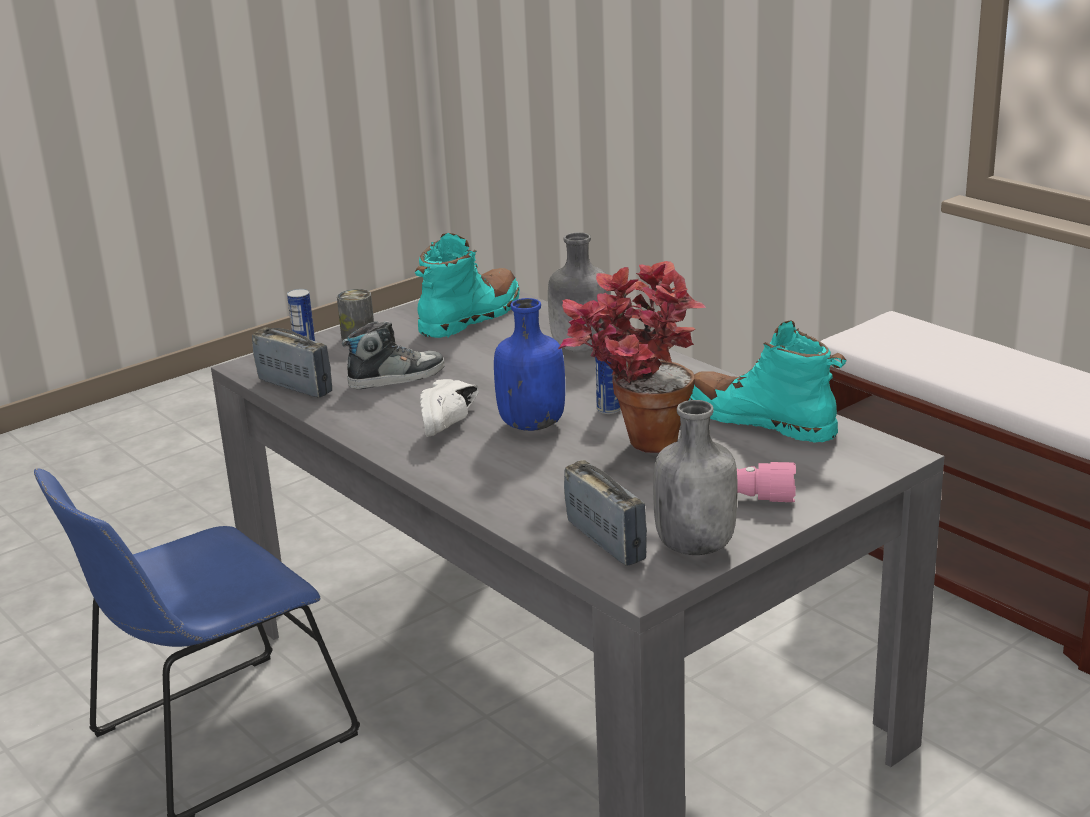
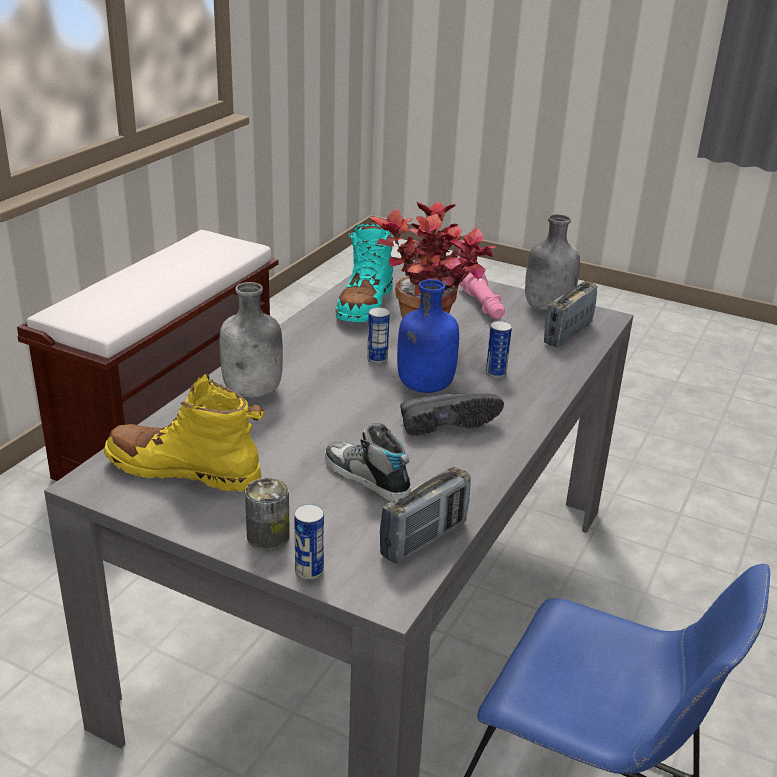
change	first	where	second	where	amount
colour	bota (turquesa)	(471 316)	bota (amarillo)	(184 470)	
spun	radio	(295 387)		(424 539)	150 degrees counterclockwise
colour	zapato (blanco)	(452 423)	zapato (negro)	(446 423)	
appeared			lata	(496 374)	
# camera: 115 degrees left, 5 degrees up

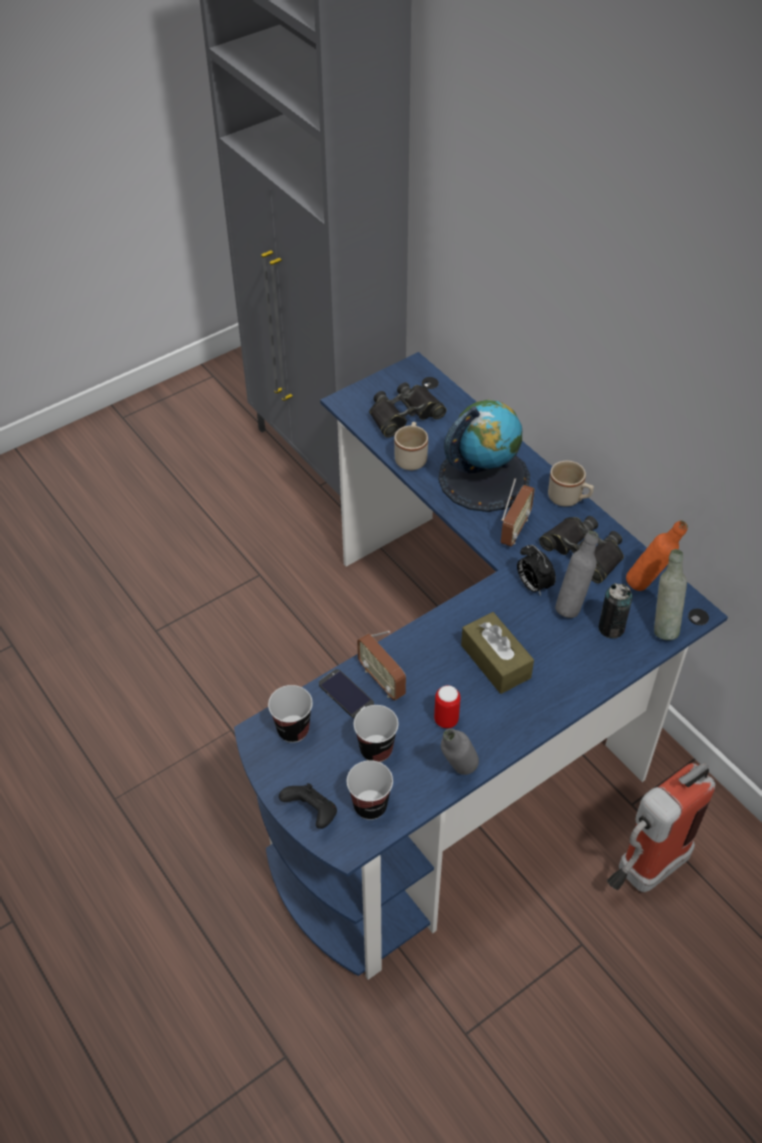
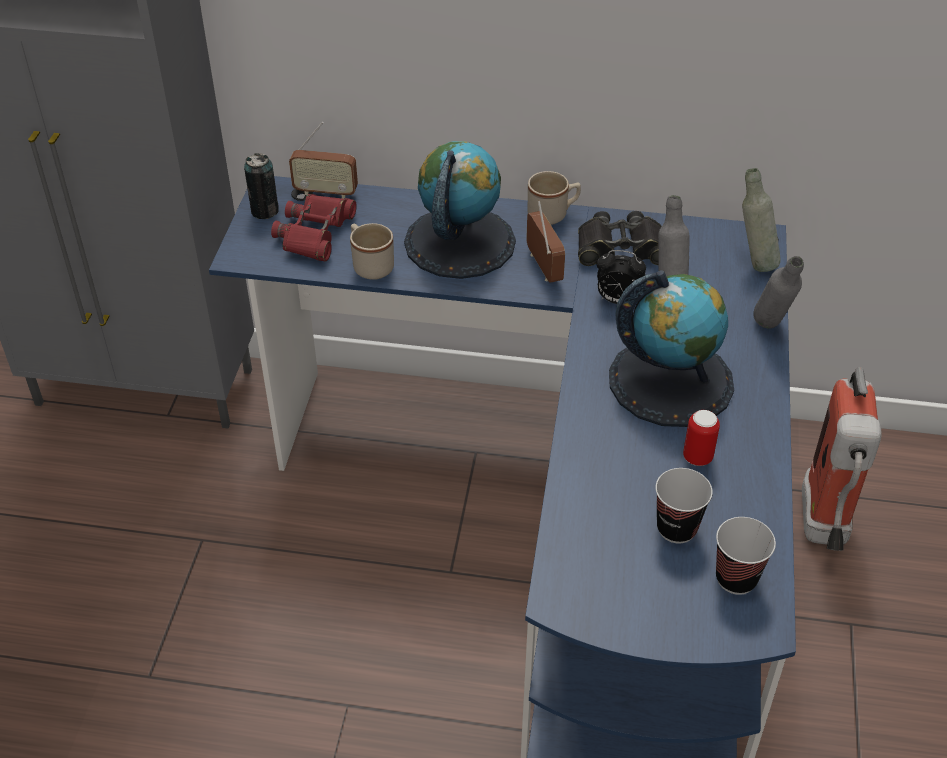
change	first	where	second	where	amount
relocated	lata	(611 628)		(265 211)	
colour	prismáticos (negro)	(404 414)	prismáticos (rojo)	(315 233)	
relocated	radio	(382 680)		(325 192)	
exchanged	caja de pañuelos (marrón)	(495 661)	globo terráqueo	(671 381)	
relocated	botella (gris)	(457 774)		(770 331)	
missing	taza	(293 730)			
missing	mando de consola (negro)	(312 813)			
missing	móvil	(346 694)			
missing	botella (naranja)	(647 584)			
# camera: 45 degrees left, 5 degrees down

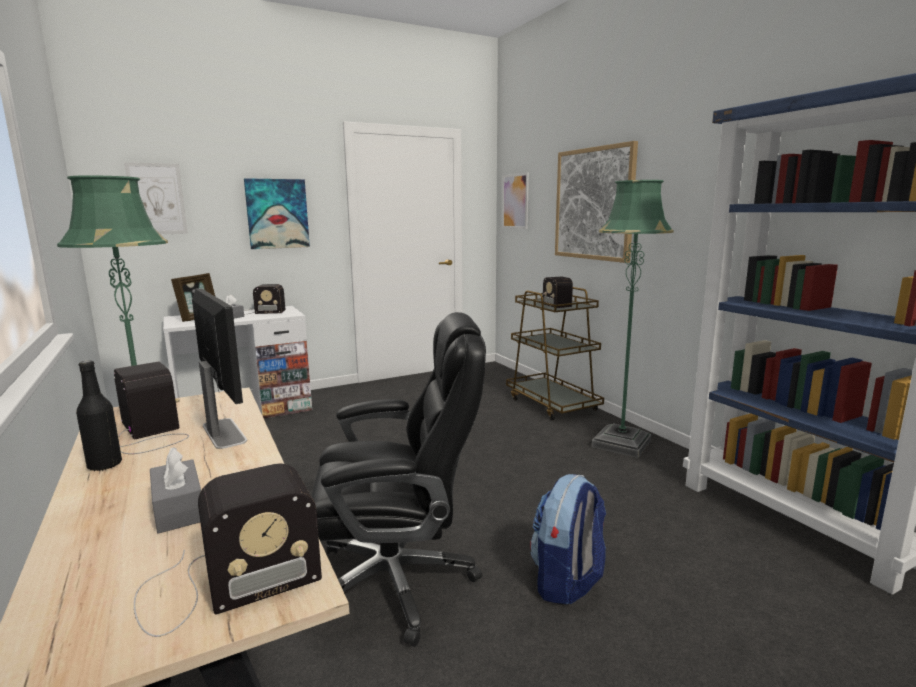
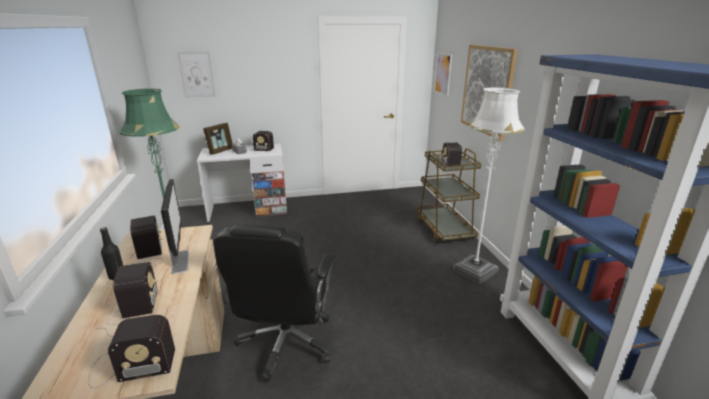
change	first	where	second	where	amount
exchanged	caja de pañuelos (gris)	(178 509)	radio	(134 313)	
spun	silla de oficina (negro)	(397 581)		(286 344)	90 degrees clockwise
colour	lámpara de pie (verde)	(621 444)	lámpara de pie (blanco)	(475 270)	
missing	cuadro	(277 214)			
missing	mochila	(567 581)			
# camera: 15 degrees right, 10 degrees up

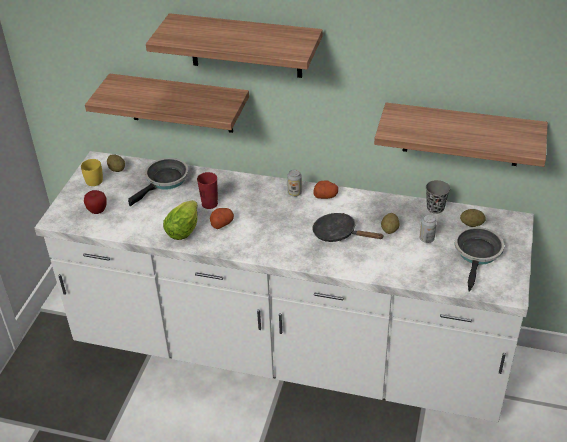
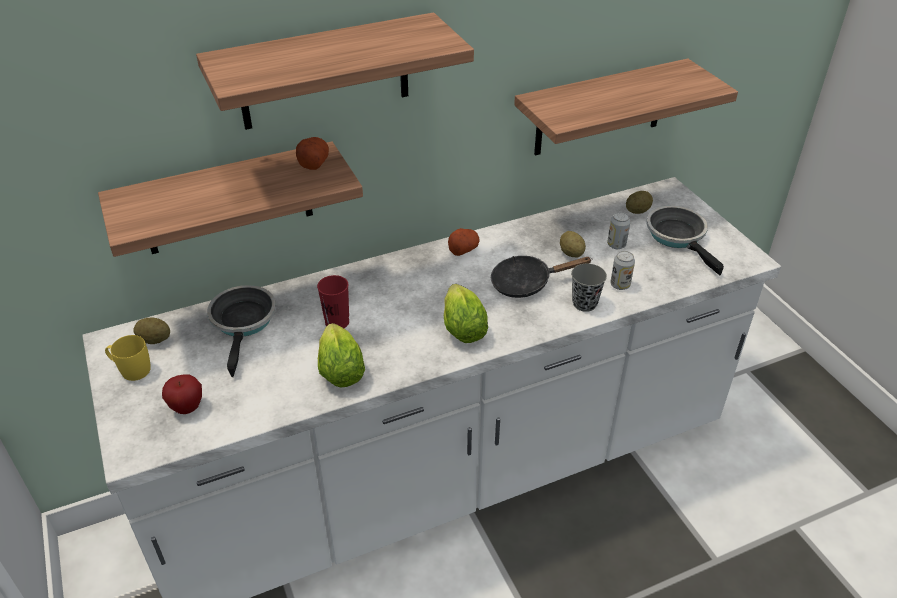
change	first	where	second	where	amount
relocated	patata	(222 223)		(313 163)	
appeared			lechuga	(462 326)	
relocated	taza (gris)	(435 208)		(584 303)	
relocated	lata	(294 193)		(620 285)	
# camera: 40 degrees left, 0 degrees up

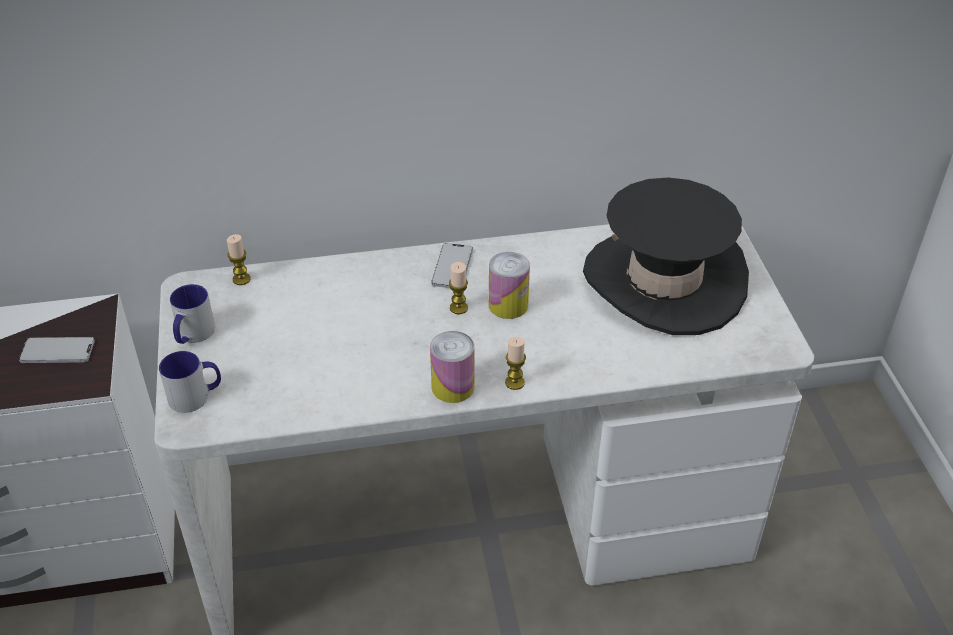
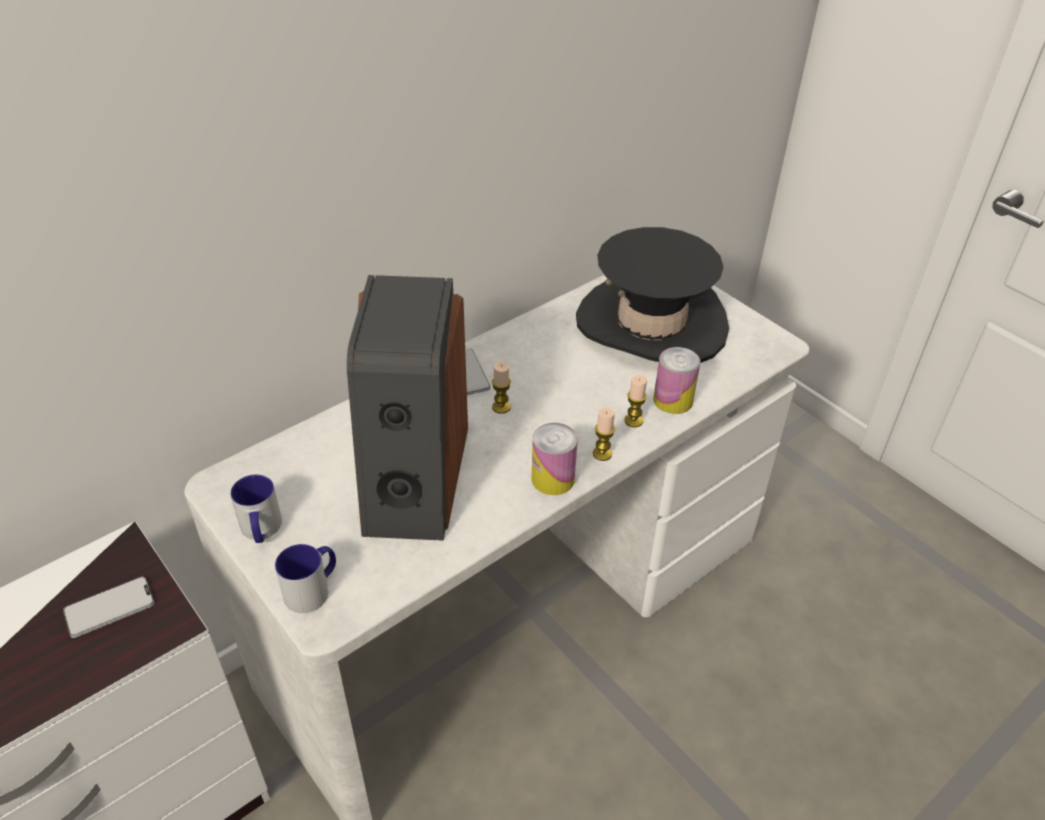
change	first	where	second	where	amount
appeared			altavoz	(414 477)	
relocated	vela	(241 279)		(633 421)	
relocated	lata	(508 305)		(673 400)	
# camera: 30 degrees left, 0 degrees up

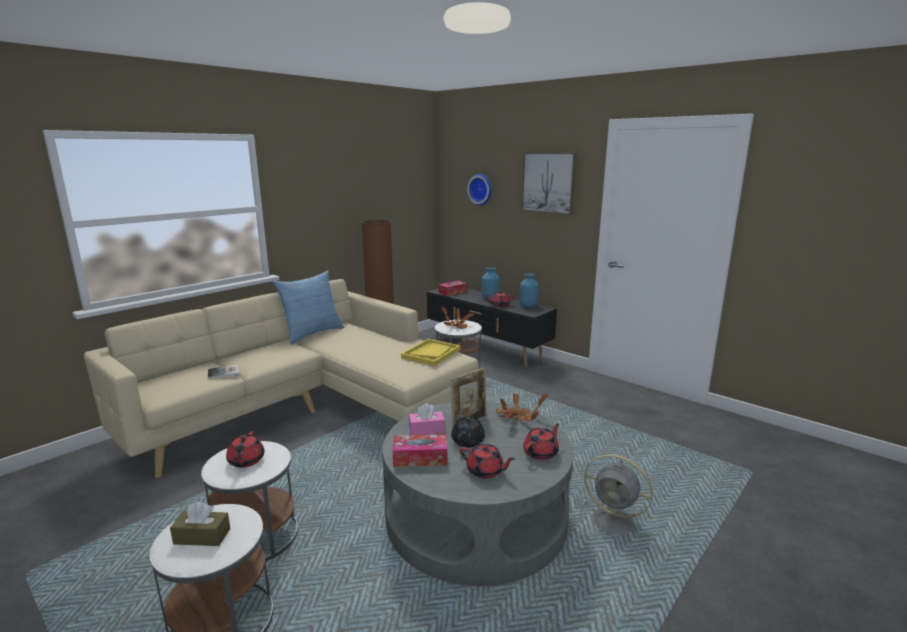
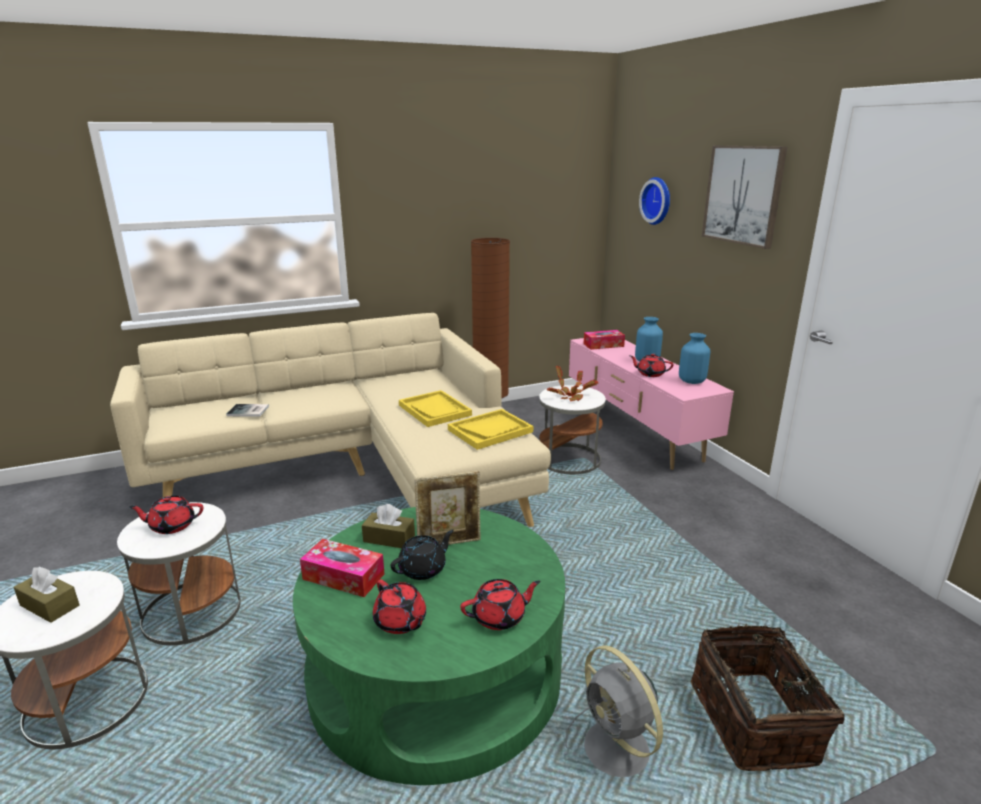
change	first	where	second	where	amount
spun	tetera (rojo)	(246 461)		(172 526)	60 degrees clockwise
colour	mesa de centro (gris)	(476 516)	mesa de centro (verde)	(435 670)	
colour	caja de pañuelos (rosa)	(426 430)	caja de pañuelos (marrón)	(389 538)	
appeared			bandeja (amarillo)	(435 410)	
colour	mueble de televisión (negro)	(487 349)	mueble de televisión (rosa)	(636 432)	
appeared			cesta	(756 721)	
missing	cojín	(312 333)			
missing	planta en maceta	(516 417)			
# camera: 25 degrees right, 5 degrees up

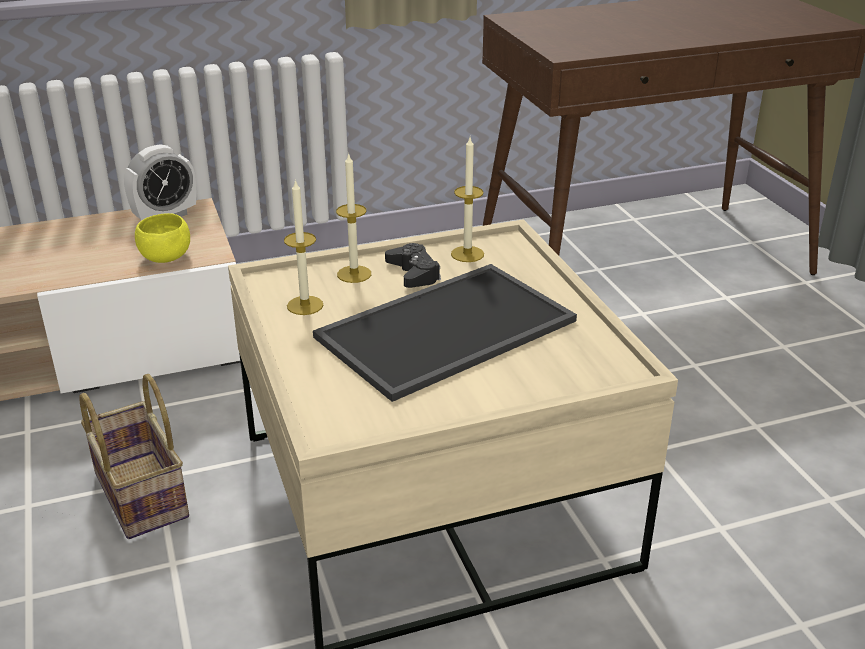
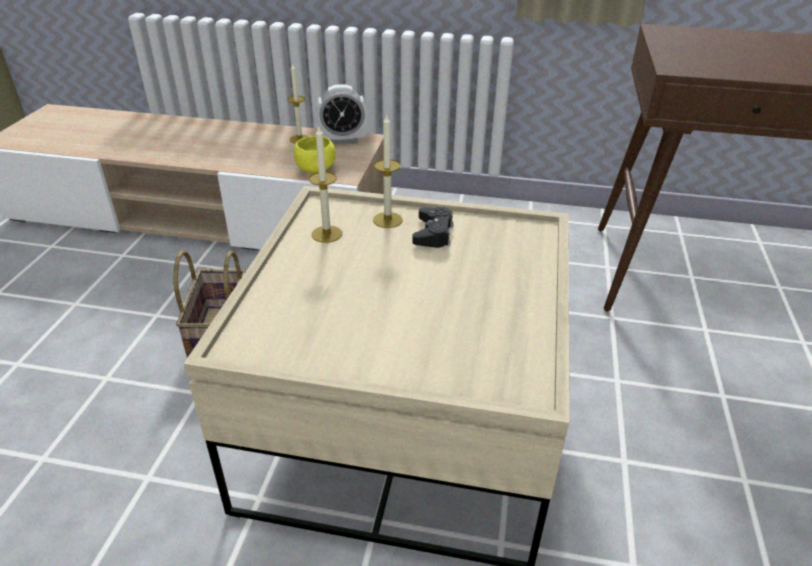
change	first	where	second	where	amount
relocated	vela	(467 254)		(299 139)	
missing	bandeja	(446 327)			
# camera: 30 degrees right, 5 degrees up

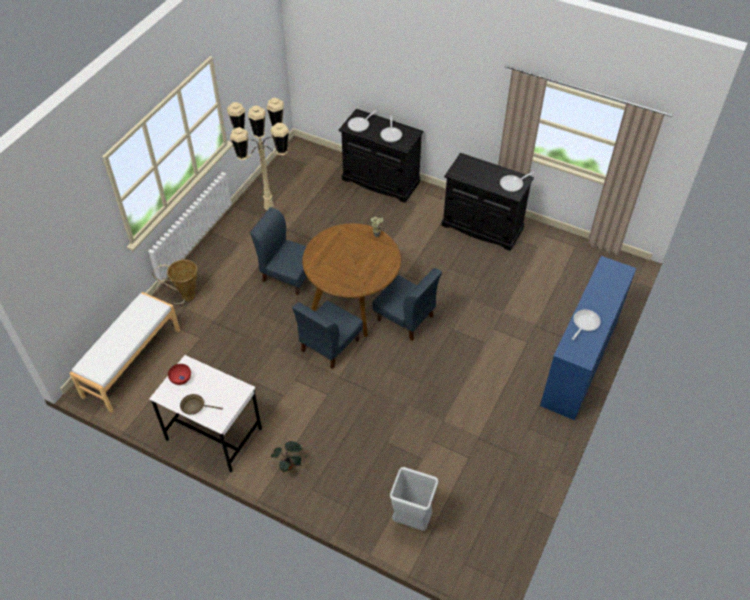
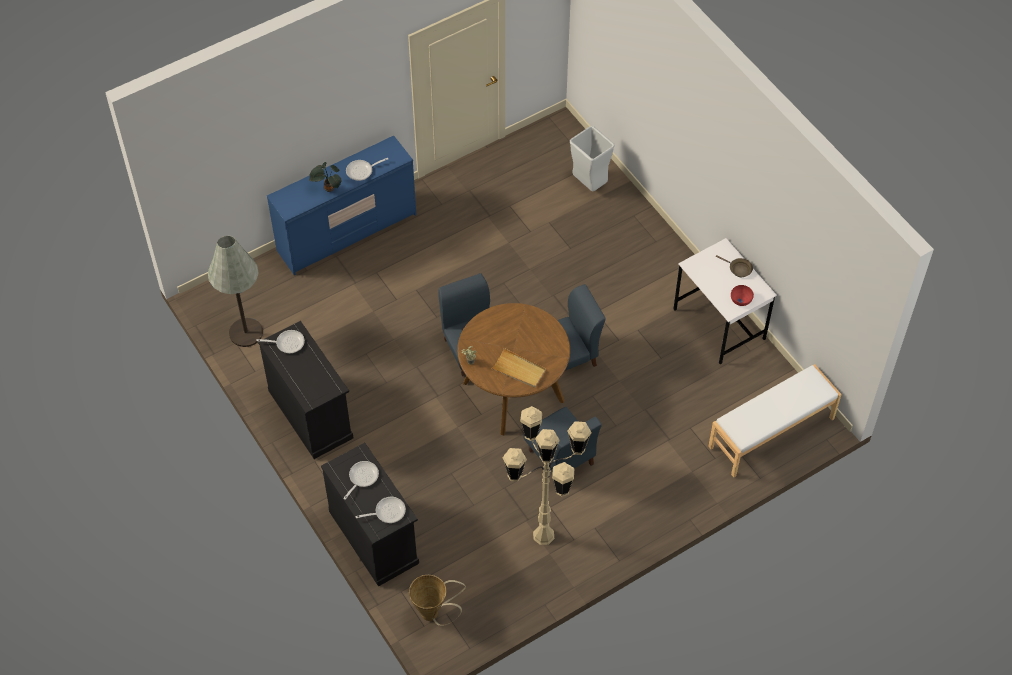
change	first	where	second	where	amount
appeared			lámpara de pie (gris)	(246 333)	
relocated	planta en maceta	(289 466)		(328 189)	
relocated	cesta	(185 297)		(434 614)	
appeared			bandeja (beis)	(519 370)	
# camera: 150 degrees left, 5 degrees up

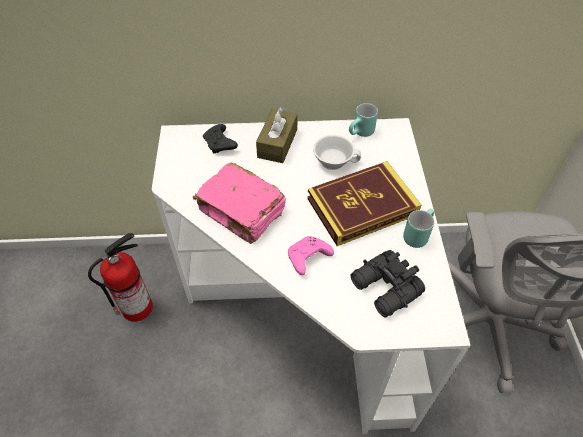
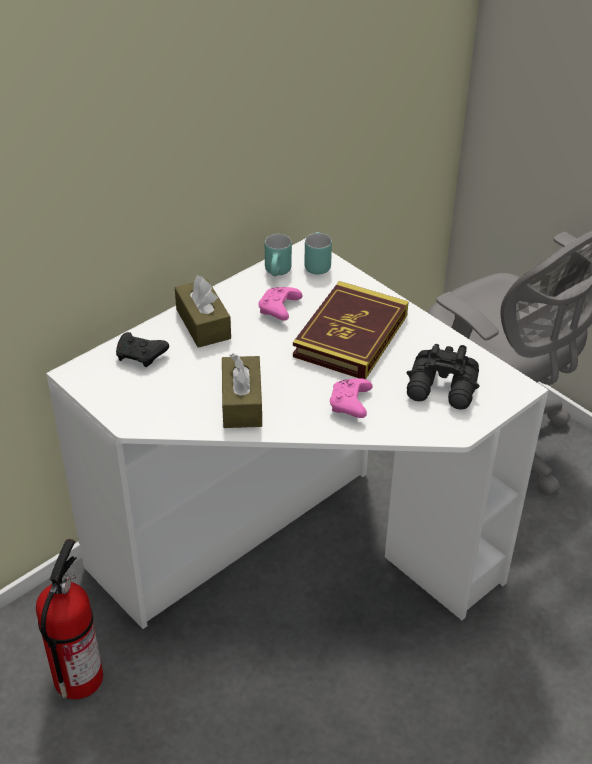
change	first	where	second	where	amount
exchanged	libro (rosa)	(242 212)	caja de pañuelos (marrón)	(242 403)	
exchanged	taza (blanco)	(334 160)	mando de consola (rosa)	(279 310)	
relocated	taza grande (turquesa)	(416 234)		(315 264)	
# camera: 40 degrees left, 10 degrees down

